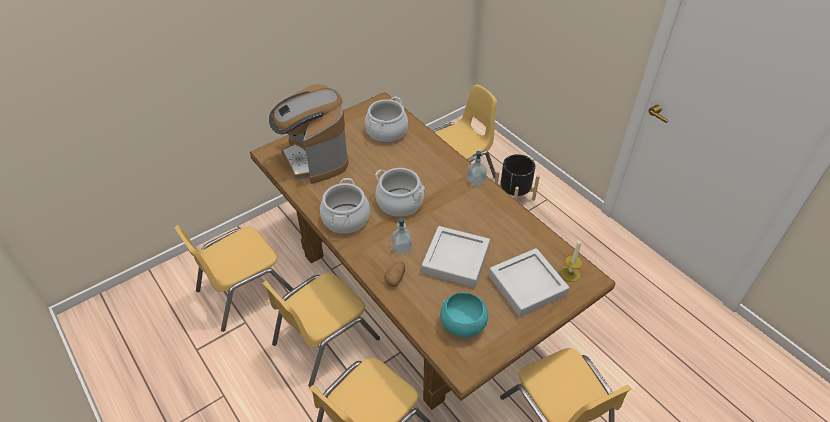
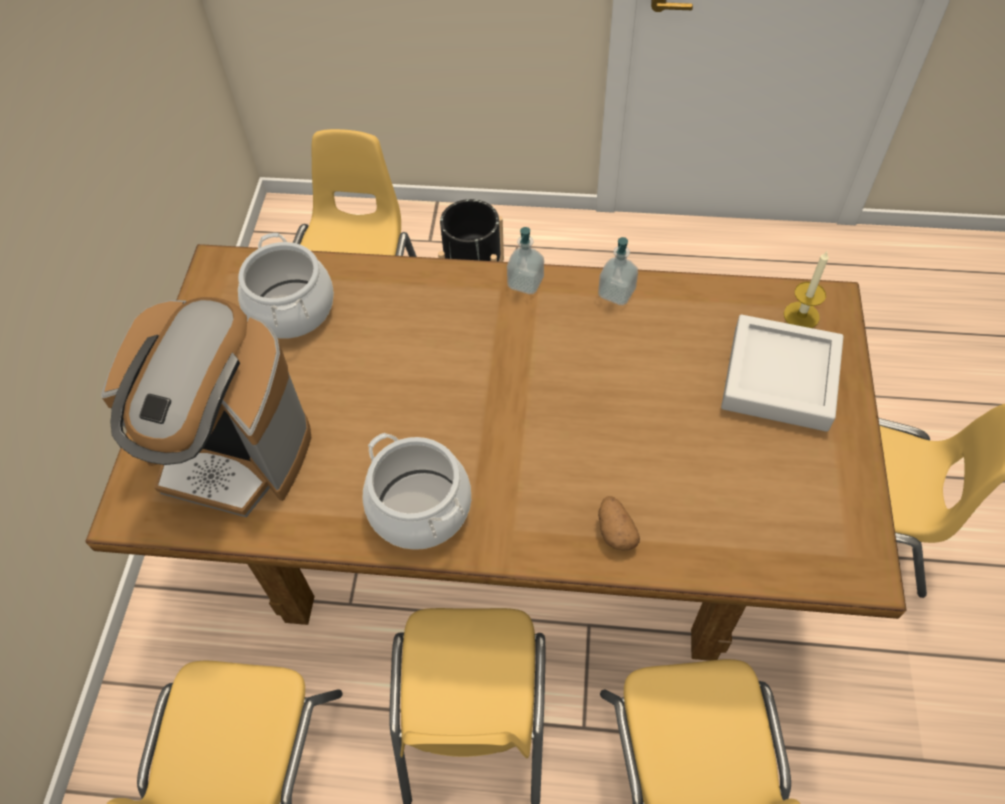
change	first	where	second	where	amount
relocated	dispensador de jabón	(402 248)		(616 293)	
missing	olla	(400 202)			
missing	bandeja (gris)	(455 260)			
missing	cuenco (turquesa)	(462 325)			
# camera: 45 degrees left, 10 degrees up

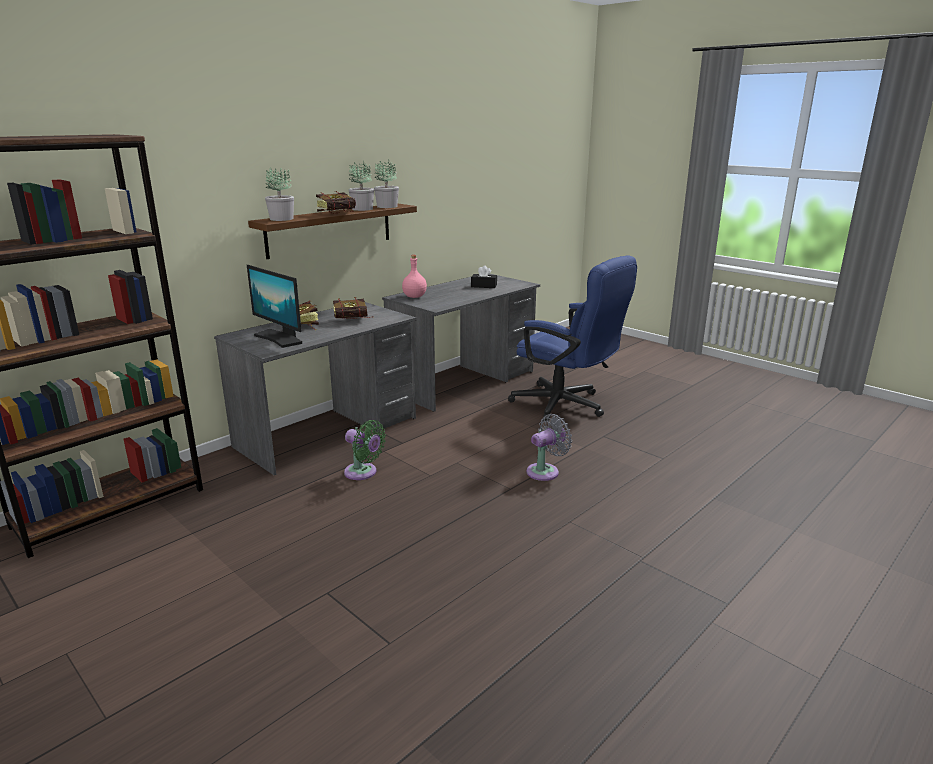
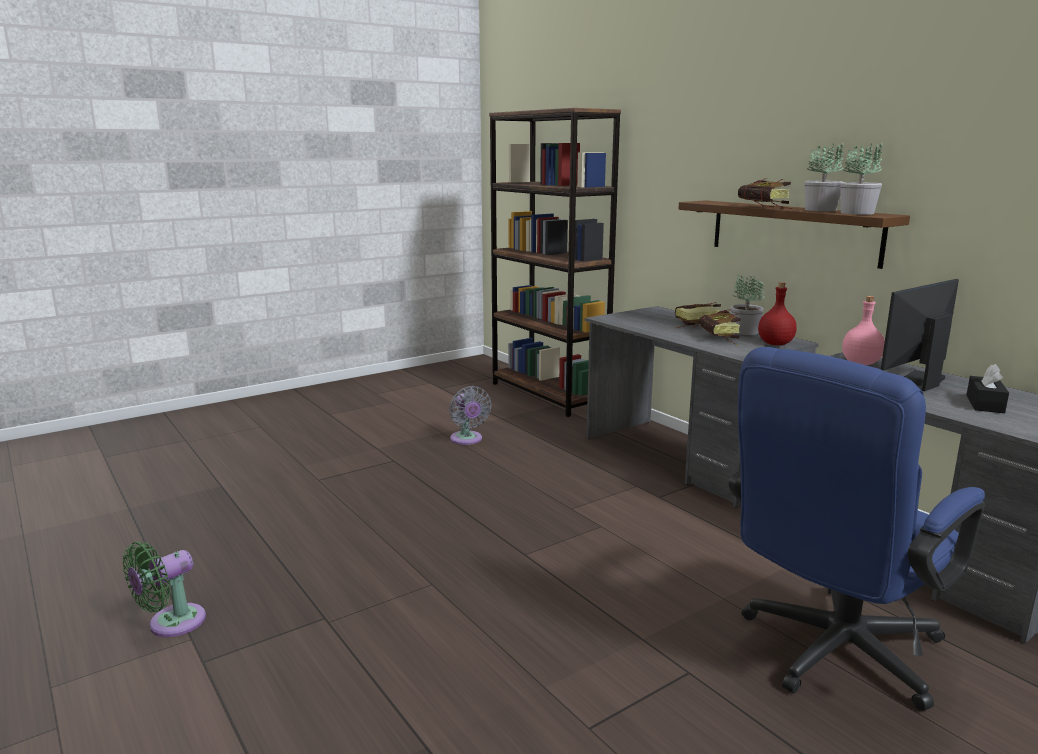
change	first	where	second	where	amount
relocated	ventilador (verde)	(363 473)		(171 624)	
relocated	ventilador (gris)	(545 471)		(467 440)	
relocated	planta en maceta	(281 219)		(744 332)	
appeared			botella (rojo)	(775 344)	
relocated	monitor	(279 338)		(913 384)	
# camera: 100 degrees right, 5 degrees down

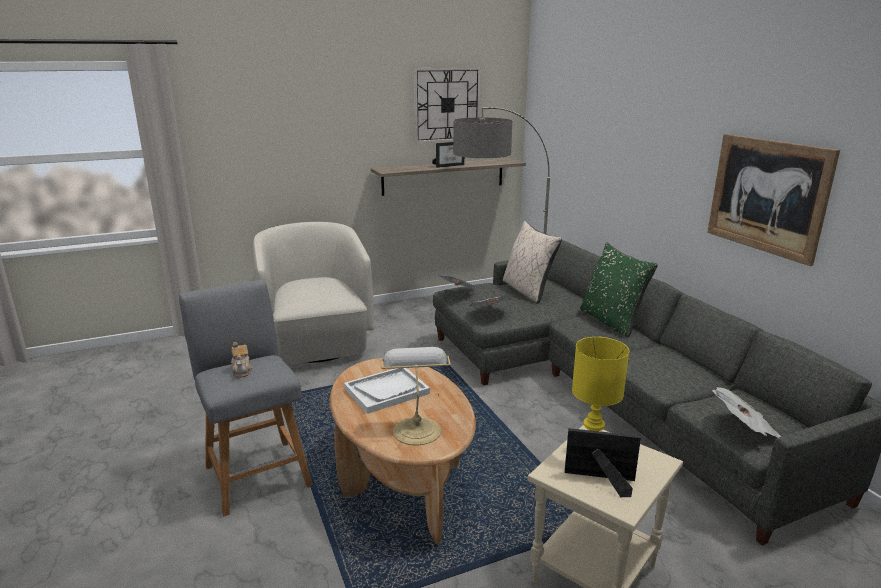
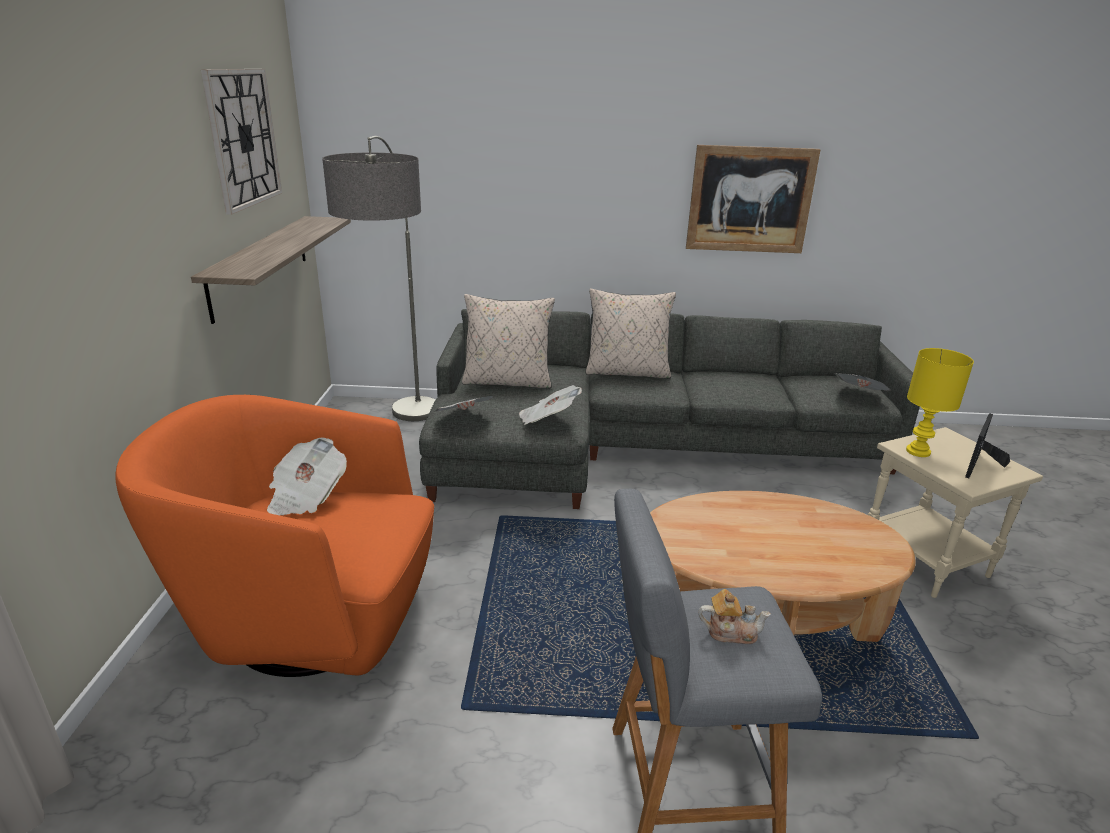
change	first	where	second	where	amount
colour	sillón (beis)	(318 343)	sillón (naranja)	(310 617)	
appeared			periódico	(306 496)	
colour	cojín (verde)	(611 321)	cojín (beis)	(627 372)	
missing	bandeja (blanco)	(386 391)			
missing	lámpara de mesa	(416 429)			
missing	portarretratos	(449 165)			
# camera: 65 degrees left, 5 degrees up

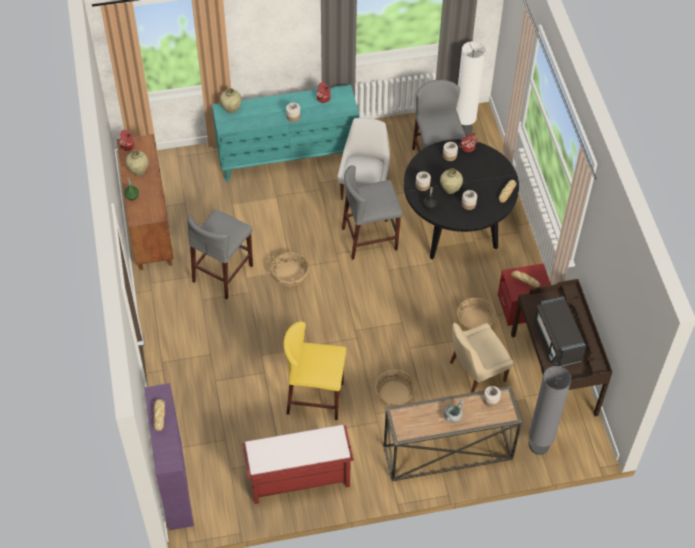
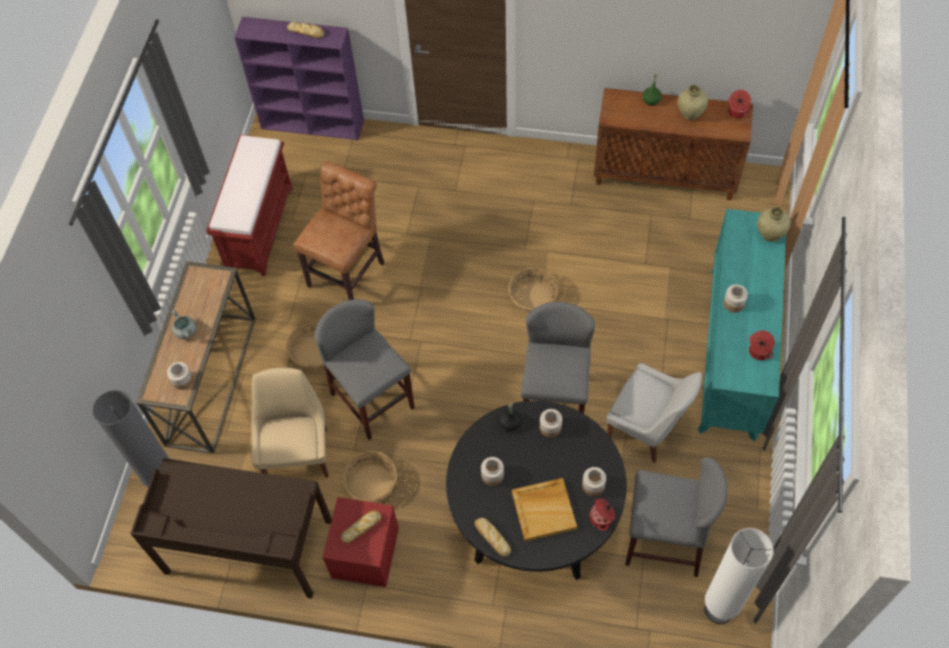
change	first	where	second	where	amount
exchanged	taburete (amarillo)	(315 398)	silla (marrón)	(349 272)	
relocated	taburete (gris)	(223 273)		(372 401)	
appeared			bandeja (beis)	(544 510)	
missing	florero (beis)	(450 189)			
missing	microondas (negro)	(556 340)			
# camera: 115 degrees right, 5 degrees up

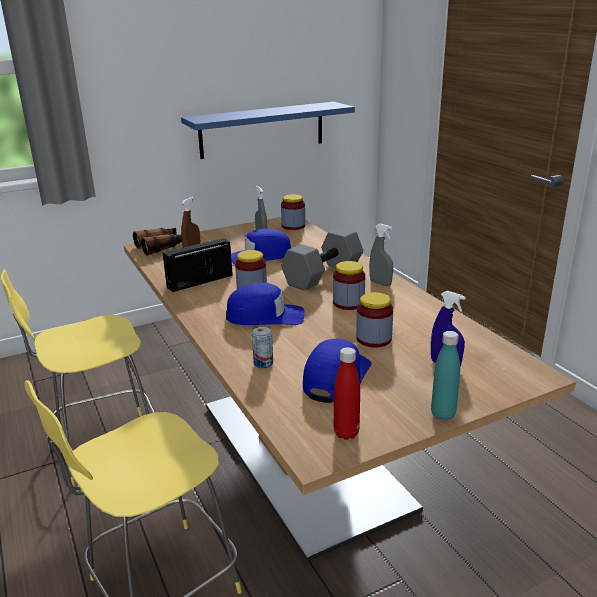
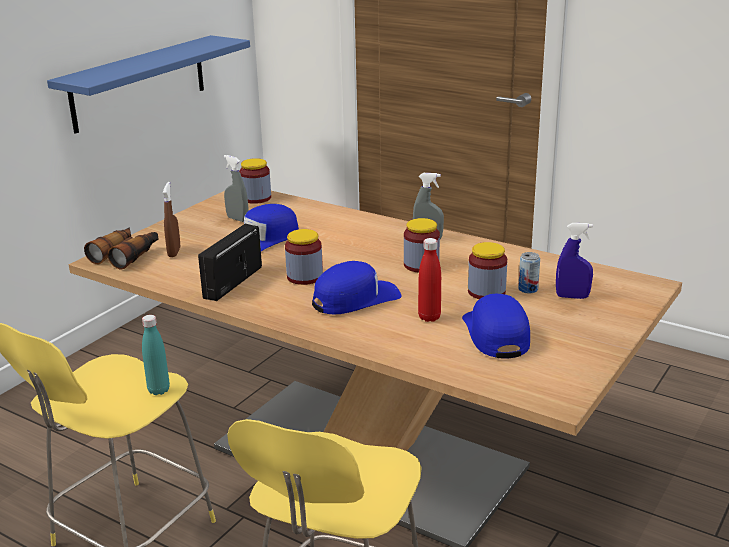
change	first	where	second	where	amount
relocated	botella (turquesa)	(443 414)		(159 390)	
relocated	botella (rojo)	(346 433)		(429 317)	
relocated	lata	(263 363)		(528 289)	
missing	mancuerna (gris)	(323 275)			
# camera: 30 degrees left, 0 degrees up

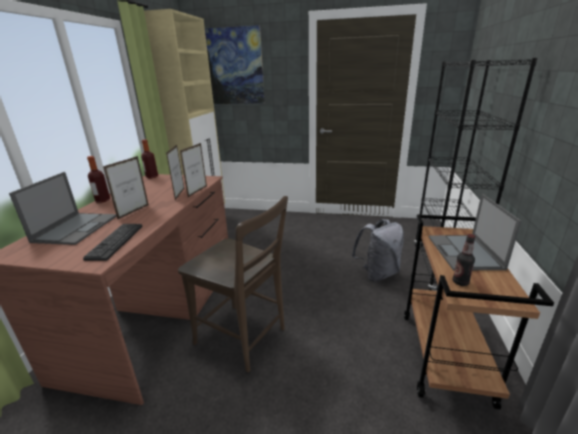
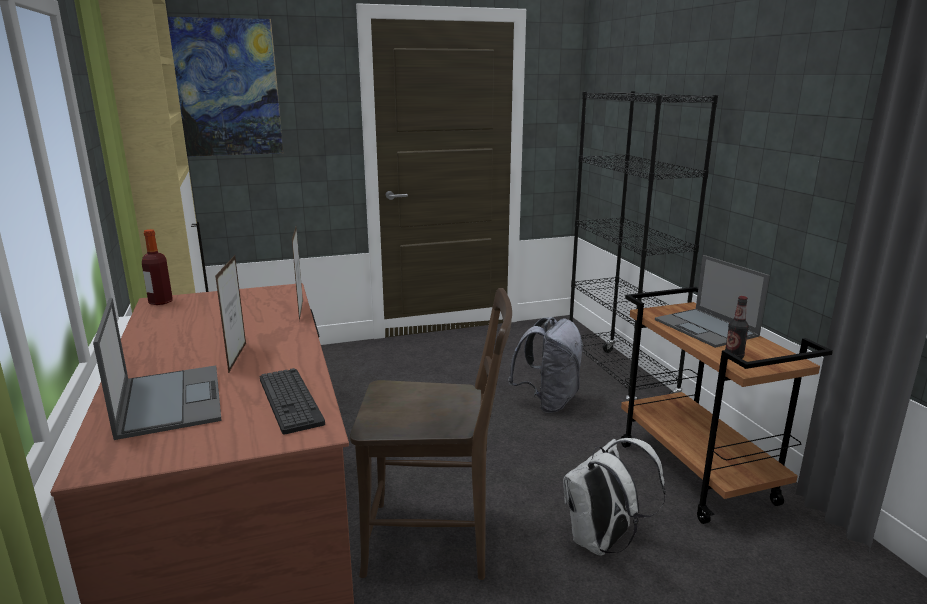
change	first	where	second	where	amount
appeared			mochila (blanco)	(602 542)	
missing	botella	(102 200)			
missing	portarretratos	(180 194)			
# camera: 30 degrees left, 5 degrees down

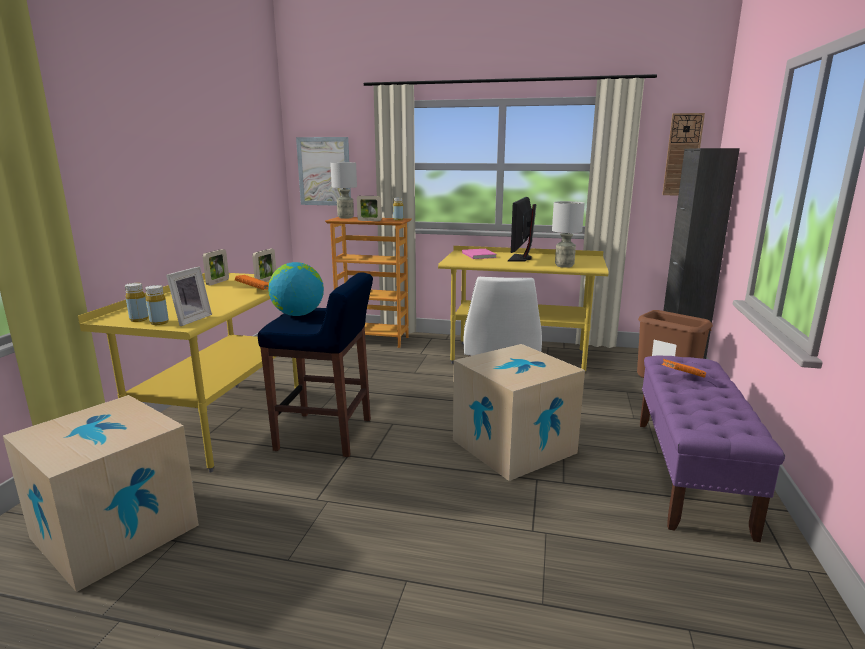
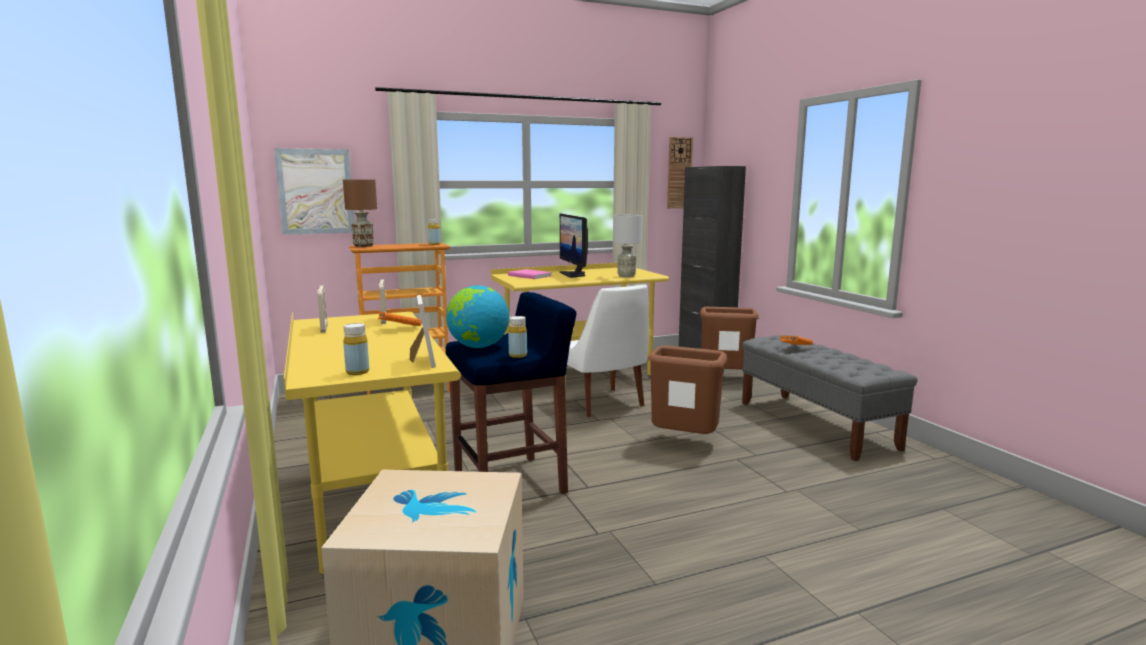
change	first	where	second	where	amount
colour	lámpara de mesa (gris)	(345 217)	lámpara de mesa (marrón)	(363 246)	
relocated	botella (amarillo)	(159 322)		(518 355)	
exchanged	caja de cartón	(513 446)	papelera (marrón)	(684 442)	
colour	banco (morado)	(689 473)	banco (gris)	(816 425)	
missing	portarretratos	(369 220)			
# camera: 35 degrees left, 5 degrees down

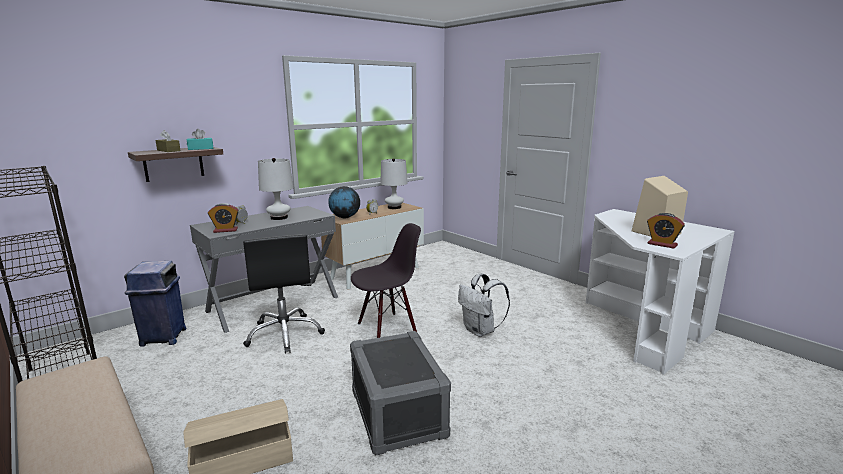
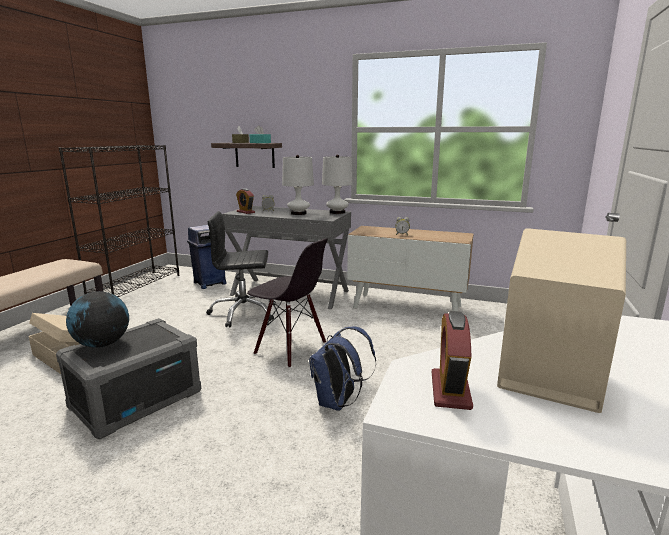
change	first	where	second	where	amount
relocated	globo terráqueo	(345 217)		(102 344)	
spun	silla de oficina (negro)	(285 334)		(243 313)	45 degrees clockwise
colour	mochila (blanco)	(481 331)	mochila (azul)	(338 403)	
relocated	lámpara de mesa (blanco)	(394 207)		(337 212)	
# camera: 60 degrees right, 0 degrees up

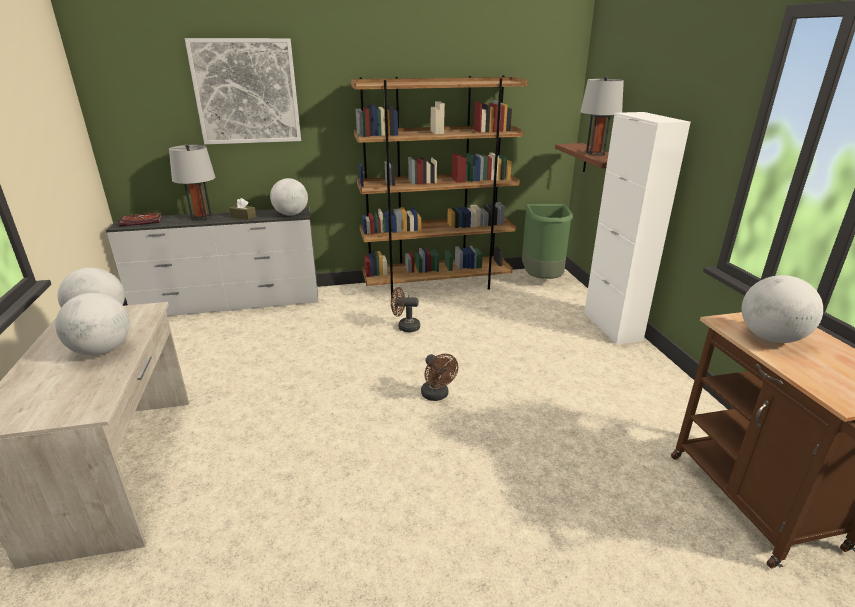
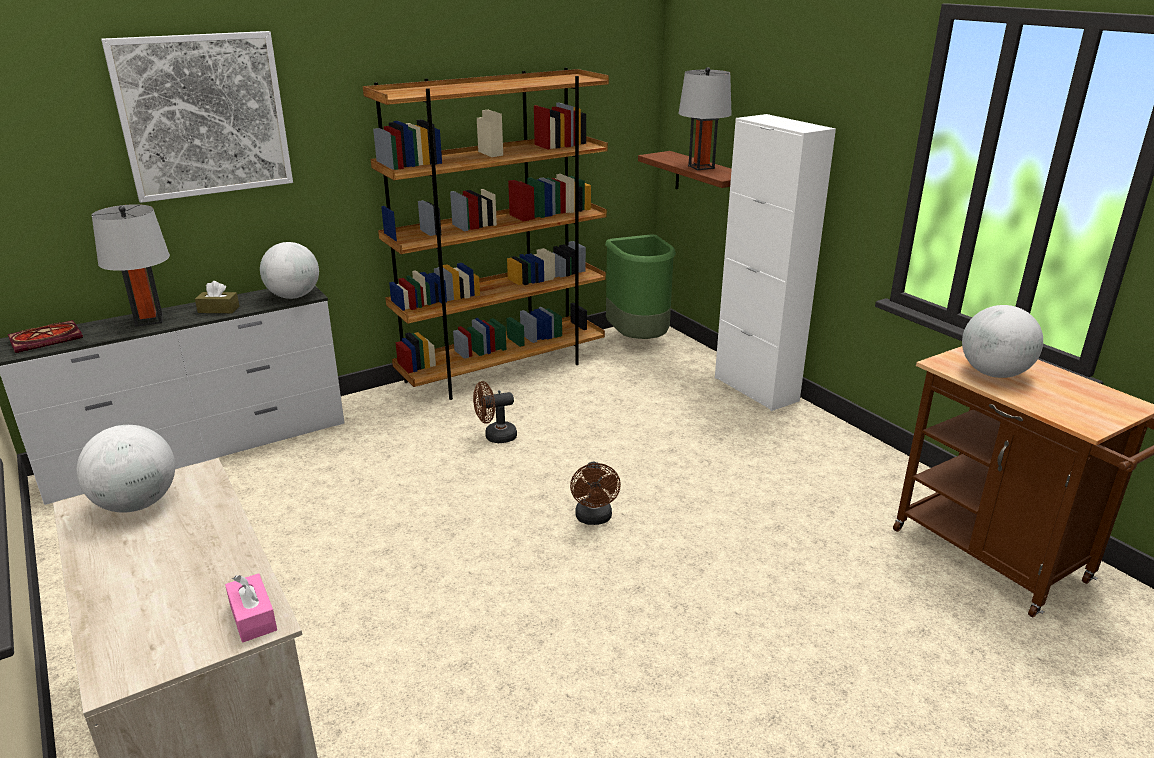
change	first	where	second	where	amount
appeared			caja de pañuelos (rosa)	(253 617)	
spun	ventilador (marrón)	(437 396)		(594 519)	45 degrees clockwise
missing	globo terráqueo	(102 350)			
# camera: 20 degrees left, 0 degrees up

